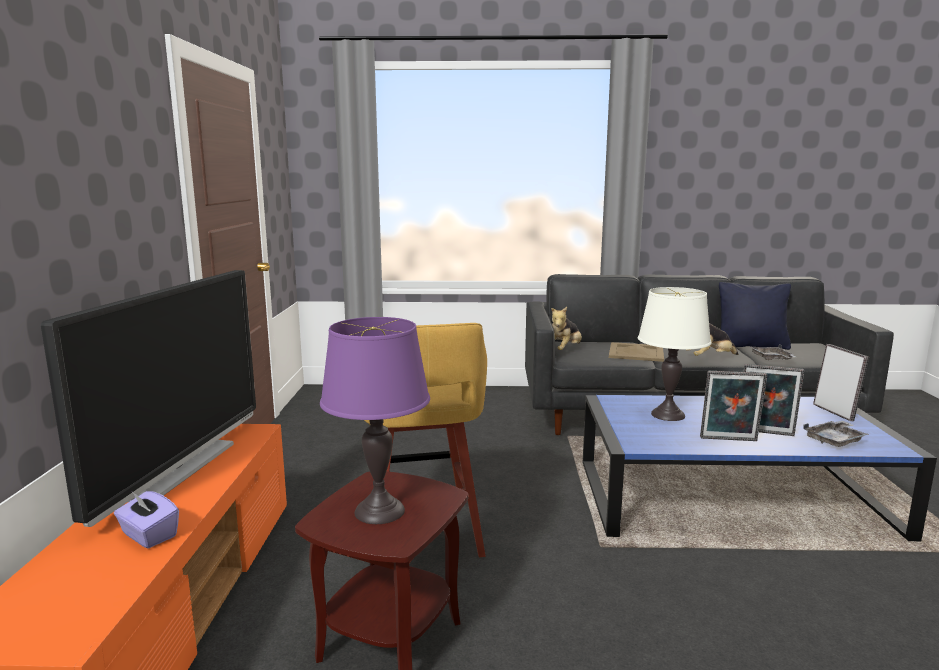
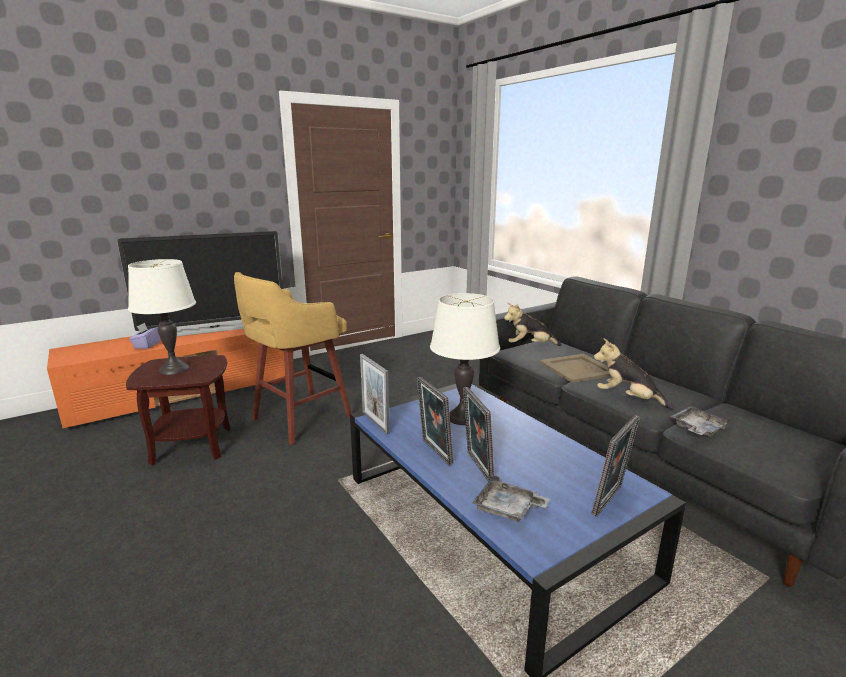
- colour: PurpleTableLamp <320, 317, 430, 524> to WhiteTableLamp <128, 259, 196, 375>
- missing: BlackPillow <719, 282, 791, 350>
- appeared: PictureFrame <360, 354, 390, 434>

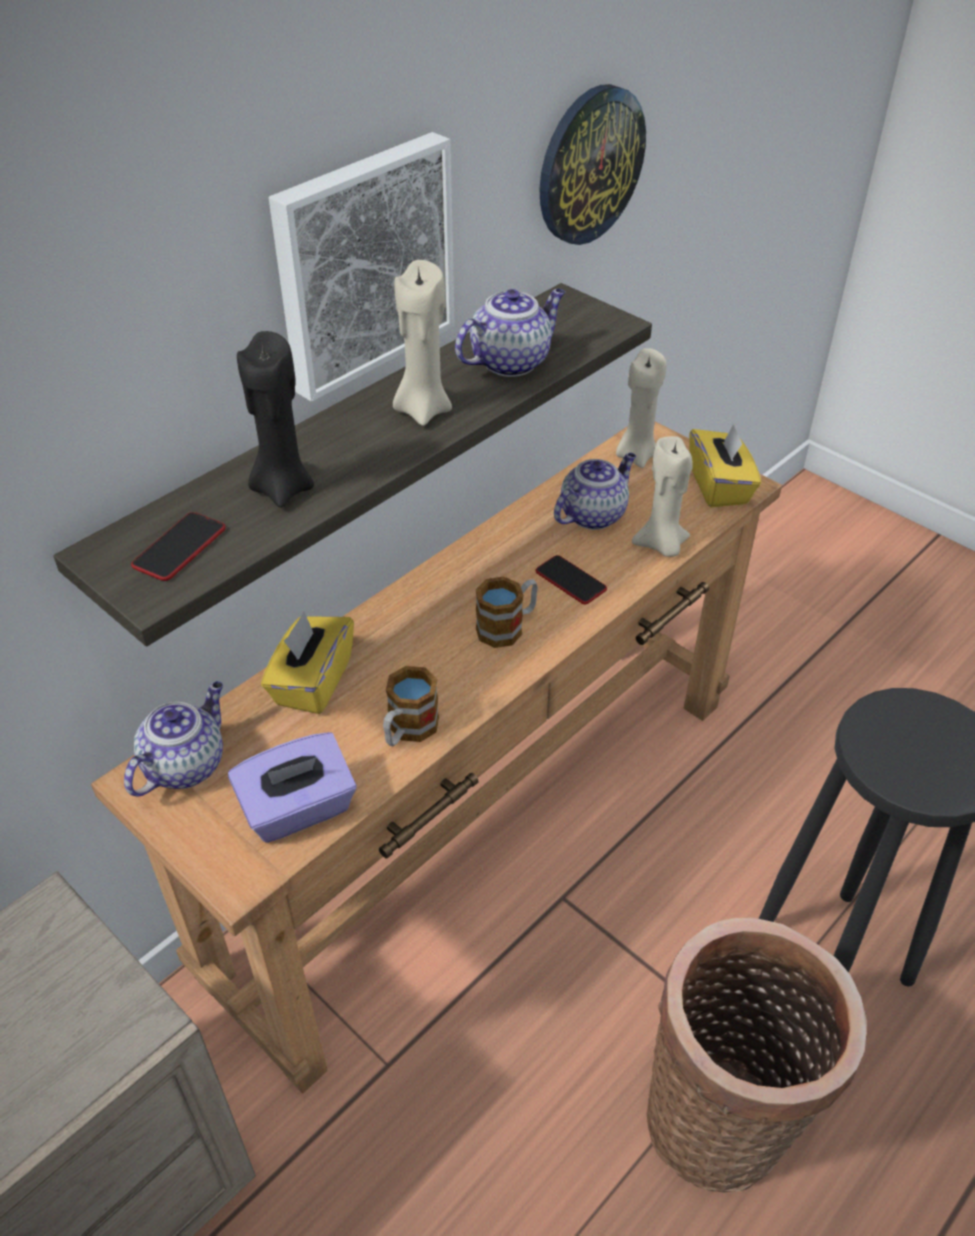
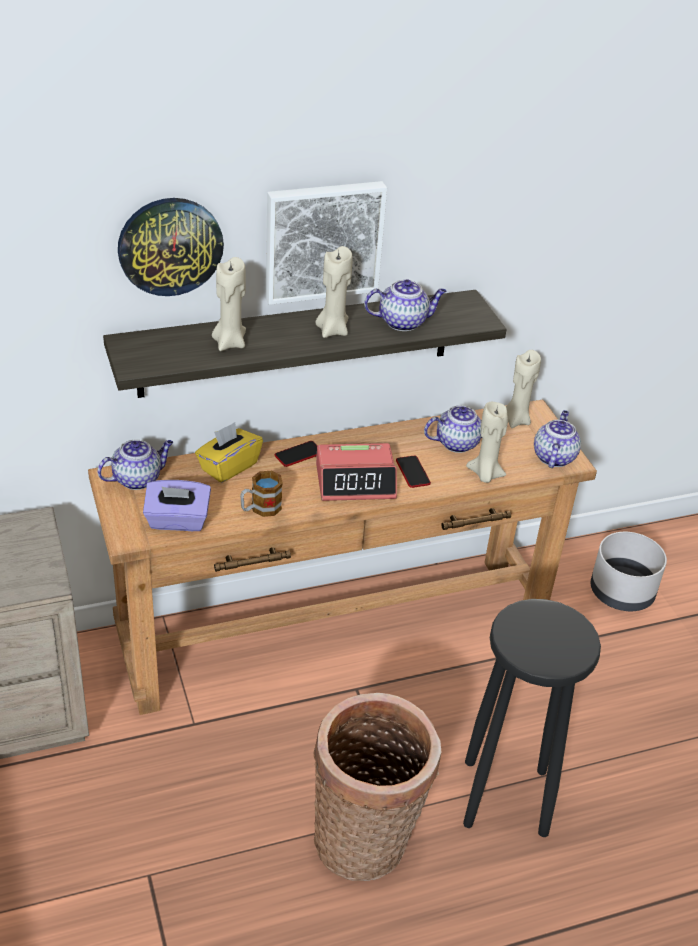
- relocated: Phone <131, 512, 226, 581> to <275, 441, 318, 467>
- colour: BlackCandle <237, 331, 314, 508> to BeigeCandle <212, 257, 246, 351>
- exchanged: Mug <476, 577, 538, 648> to AlarmClock <316, 443, 397, 501>
- relocated: WallClock <540, 84, 646, 245> to <118, 198, 224, 296>
- exchanged: YellowTissueBox <689, 424, 761, 507> to Teapot <534, 410, 581, 468>
- appeared: GreyPlanter <591, 532, 667, 611>

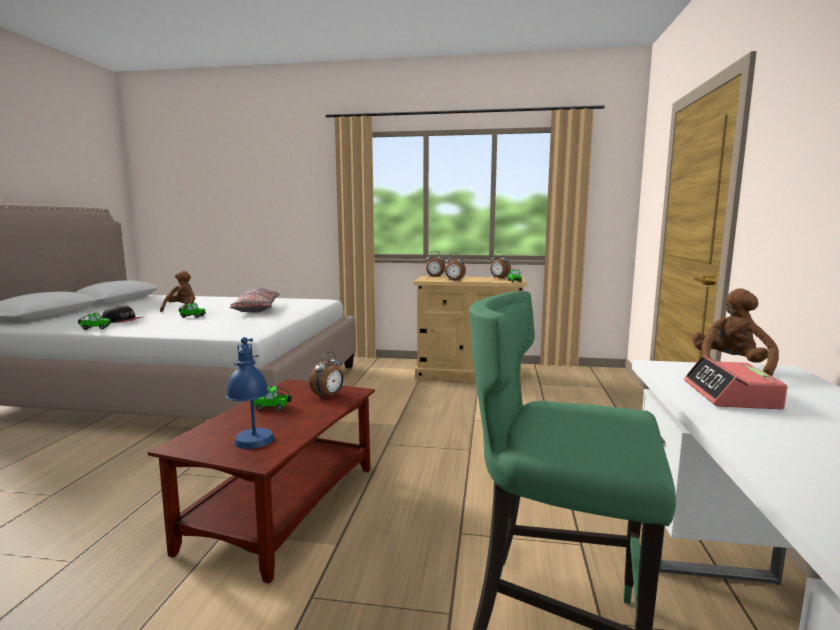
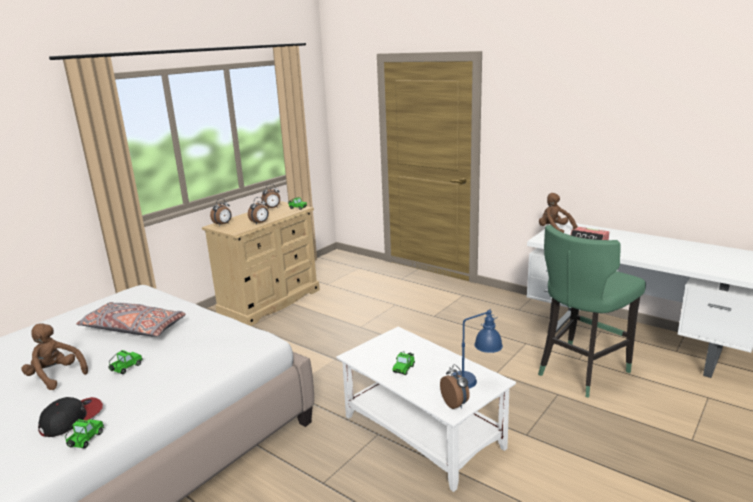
- colour: BrownCoffeeTable <148, 379, 375, 584> to WhiteCoffeeTable <336, 327, 516, 492>
- relocated: AlarmClock <309, 351, 344, 399> to <440, 364, 470, 409>

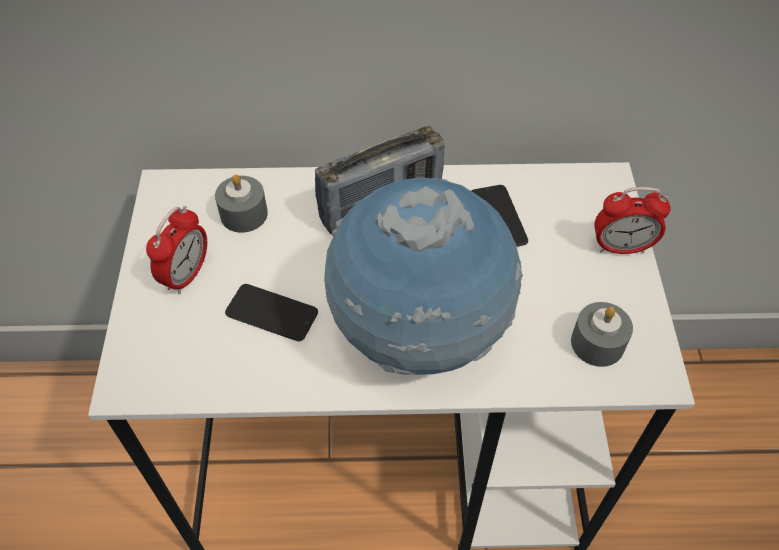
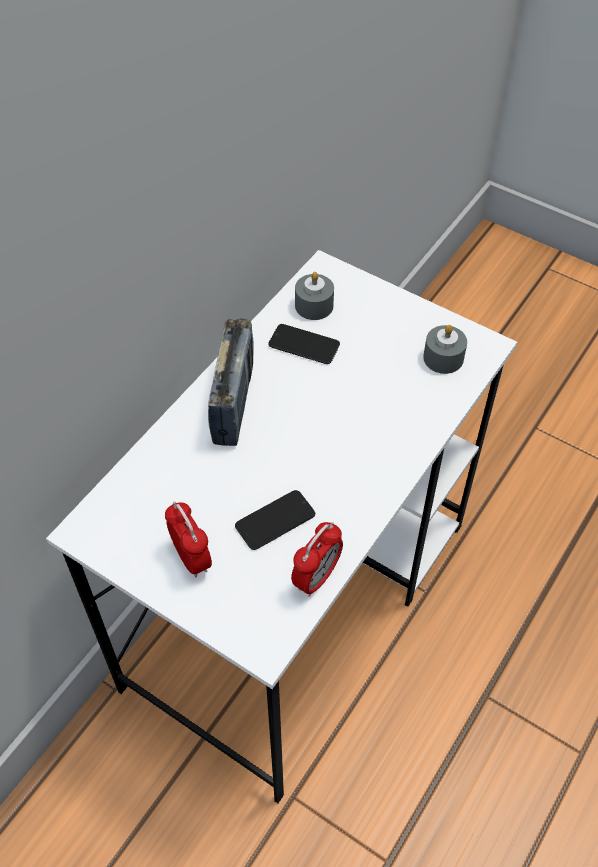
- relocated: GreyCandle <215, 174, 268, 233> to <295, 272, 334, 320>
- missing: Globe <324, 178, 523, 375>
- relocated: AlarmClock <594, 187, 671, 254> to <291, 522, 343, 597>

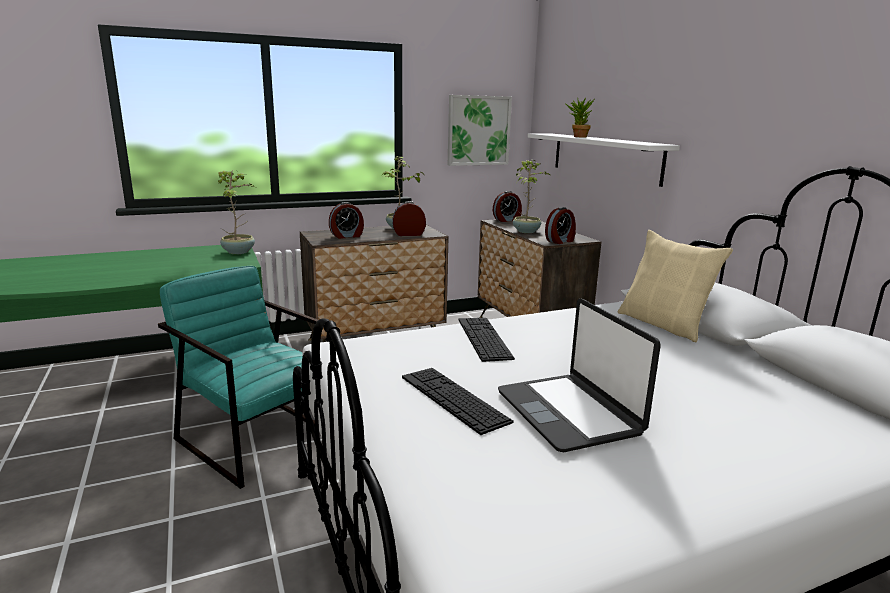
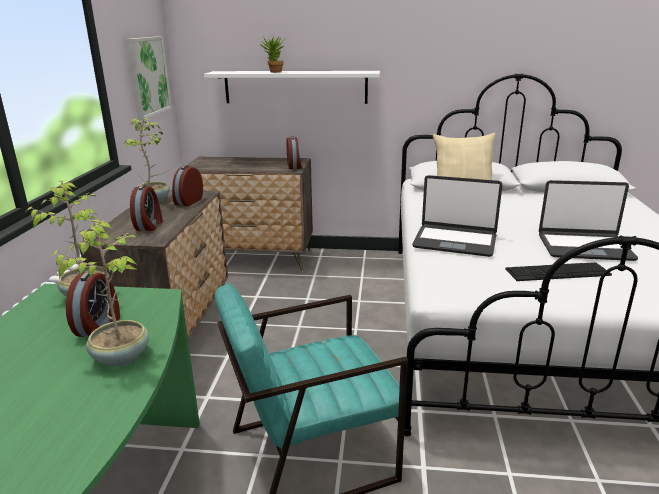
- exchanged: Keyboard <459, 318, 515, 362> to Laptop <412, 175, 502, 257>
- relocated: AlarmClock <493, 191, 522, 222> to <66, 271, 120, 337>
- relocated: PottedPlant <513, 160, 550, 233> to <51, 220, 149, 366>

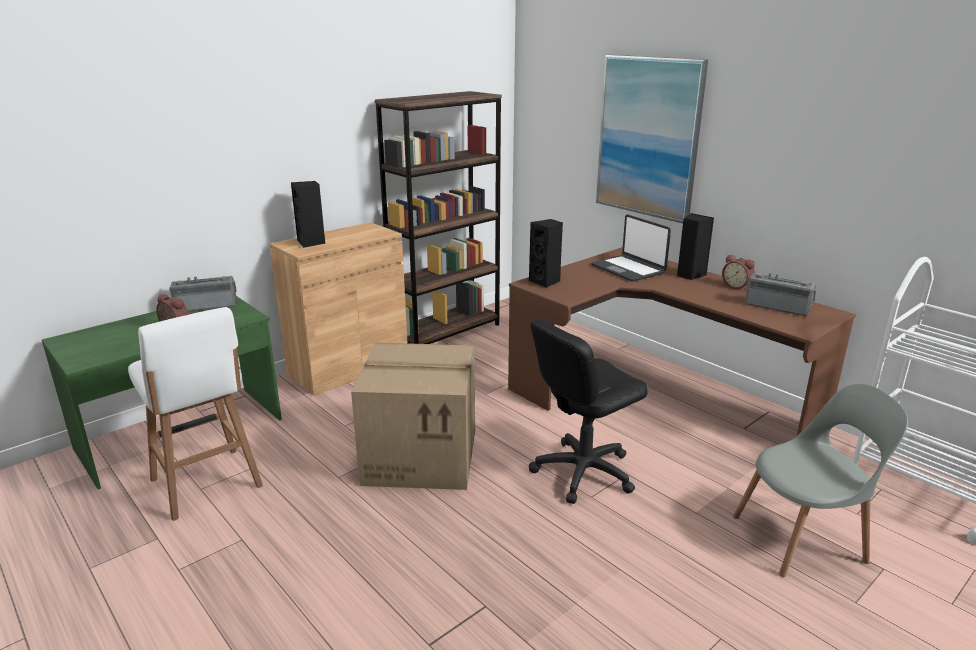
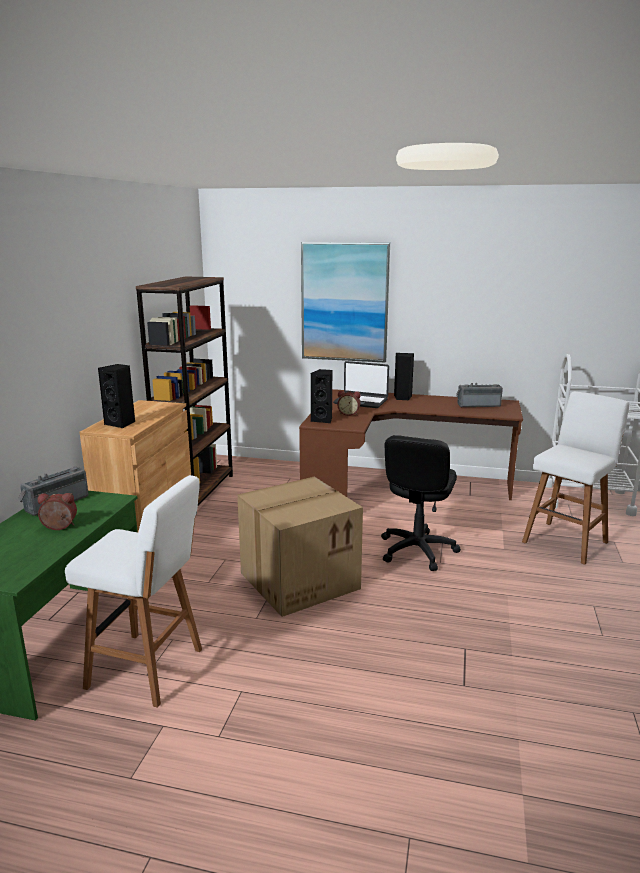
- relocated: AlarmClock <722, 254, 755, 290> to <337, 391, 361, 416>
- exchanged: GreyChair <733, 384, 908, 577> to WhiteStool <522, 392, 629, 565>

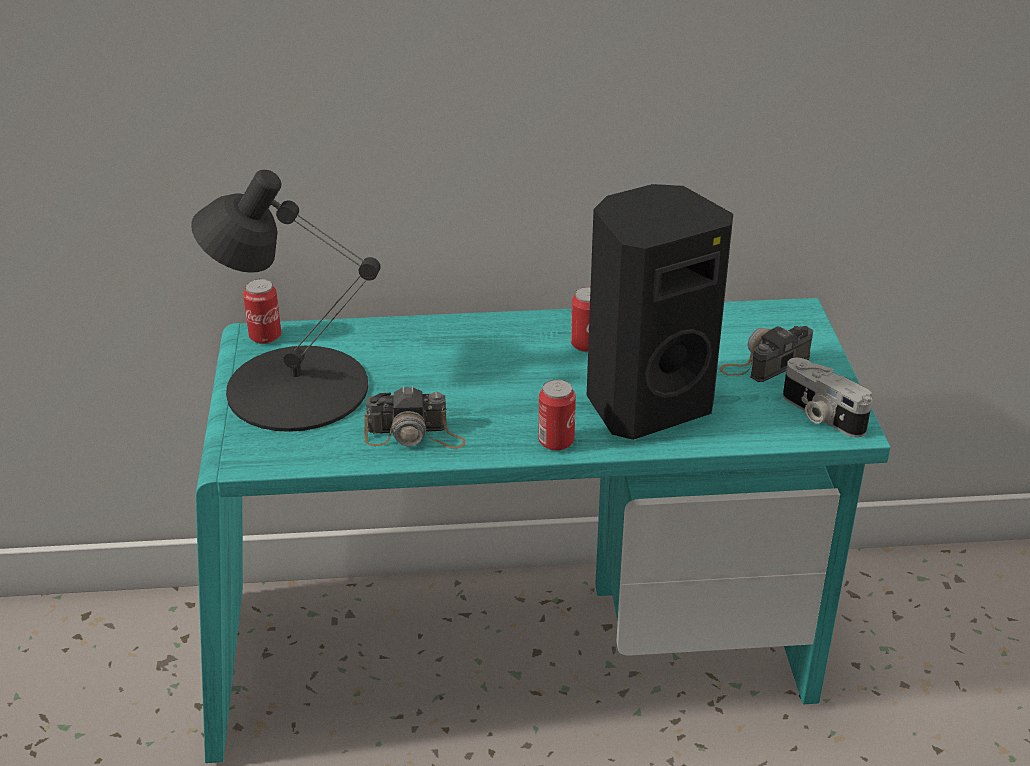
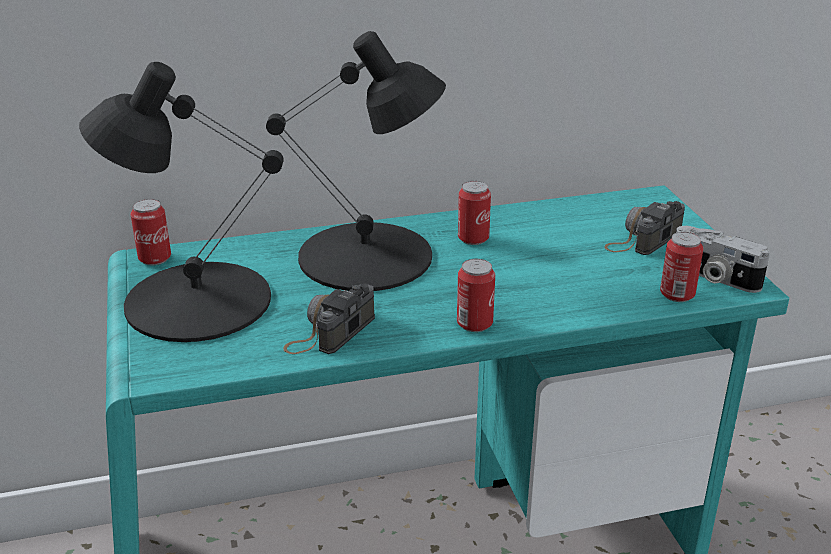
- spun: PhotoCamera <364, 386, 466, 449> = <283, 283, 375, 354> 135 degrees clockwise
- missing: BlackSpeaker <587, 184, 733, 440>
- appeared: BlackTableLamp <266, 31, 446, 291>
- appeared: Can <660, 232, 704, 302>

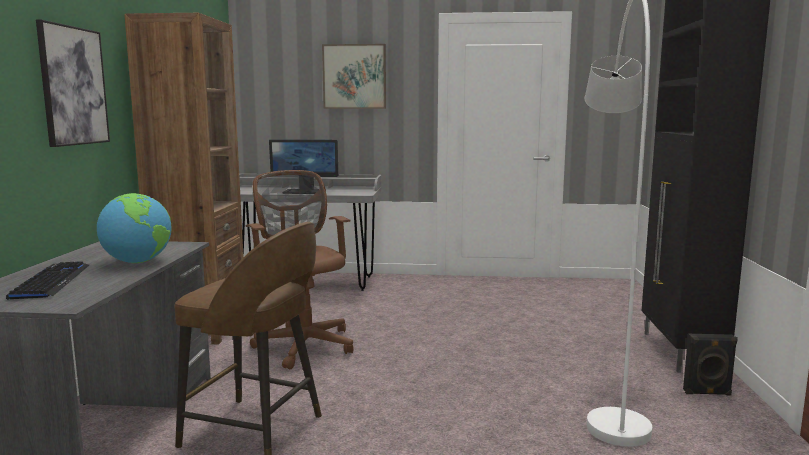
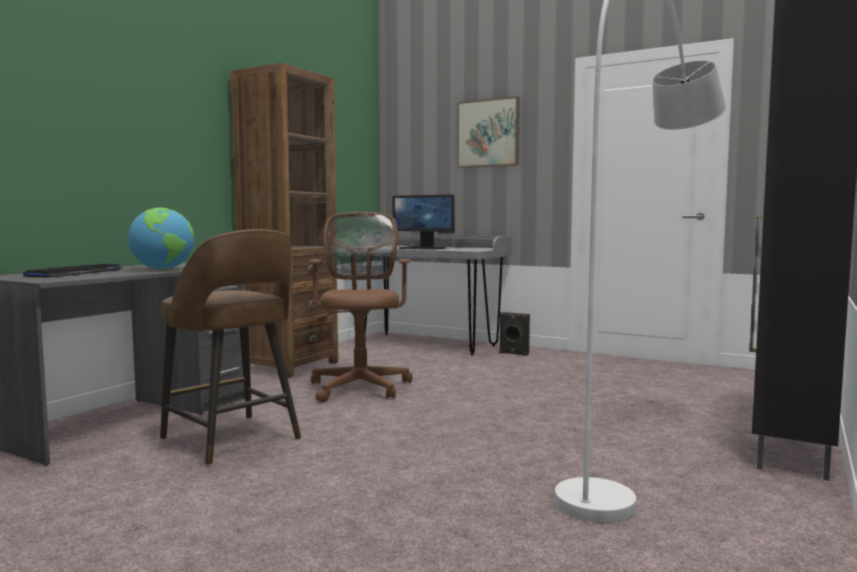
- missing: Picture <36, 19, 110, 147>
- relocated: BlackSpeaker <683, 334, 738, 395> to <499, 312, 530, 356>

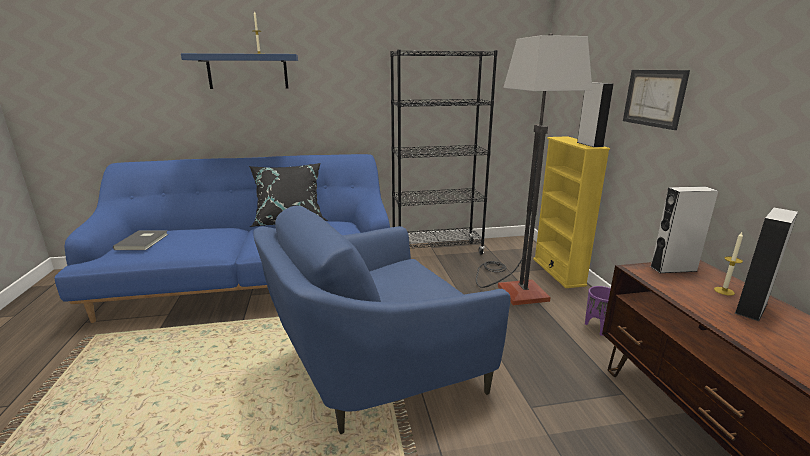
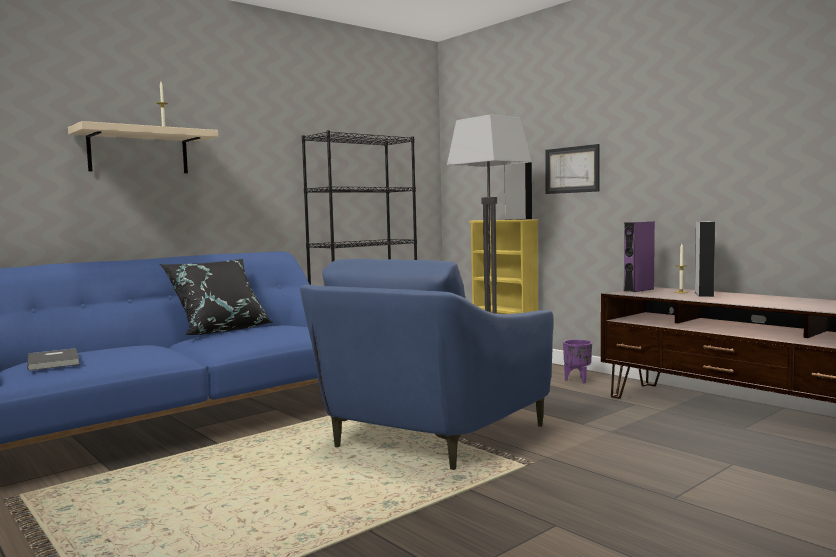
- colour: BlueShelf <181, 53, 298, 89> to BeigeShelf <68, 121, 218, 173>
- colour: GreySpeaker <650, 186, 718, 273> to PurpleSpeaker <624, 222, 655, 292>

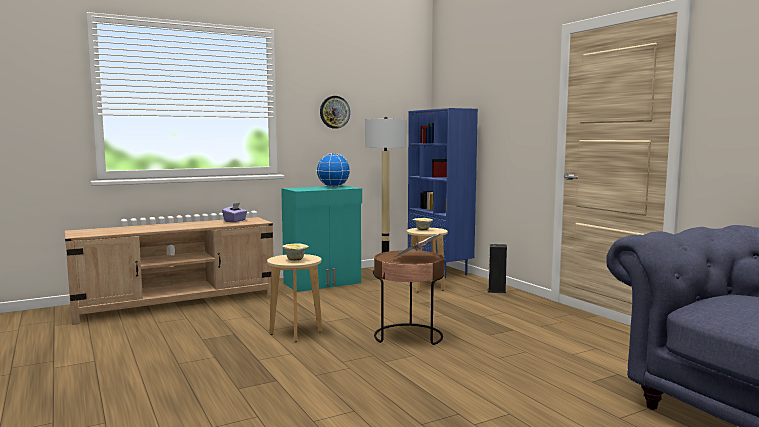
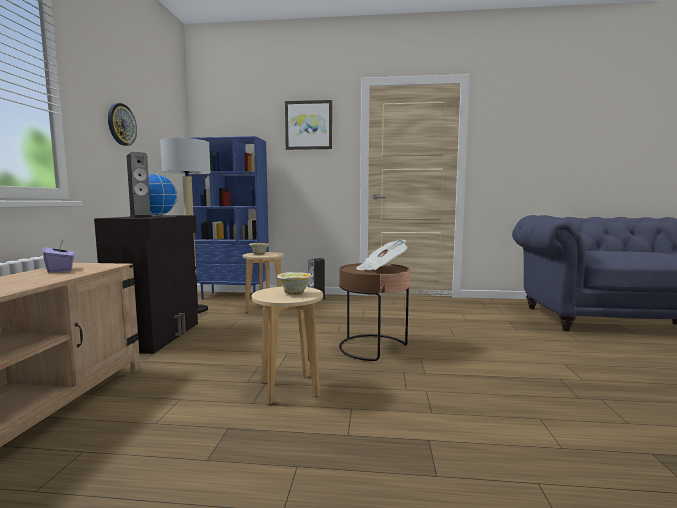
- colour: TurquoiseCabinet <281, 185, 362, 292> to BlackCabinet <94, 215, 198, 354>
- appeared: Speaker <126, 152, 152, 218>
- appeared: Picture <285, 100, 332, 150>

